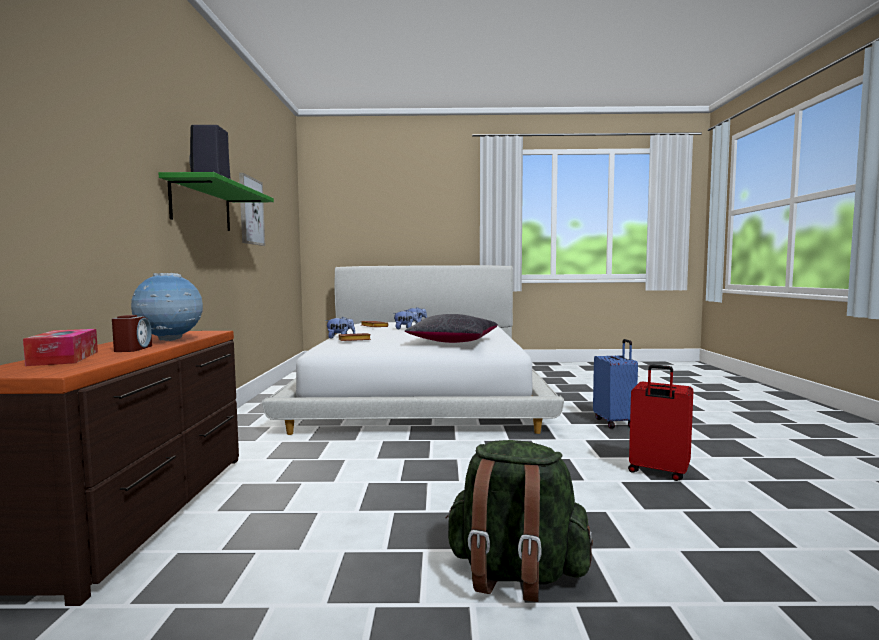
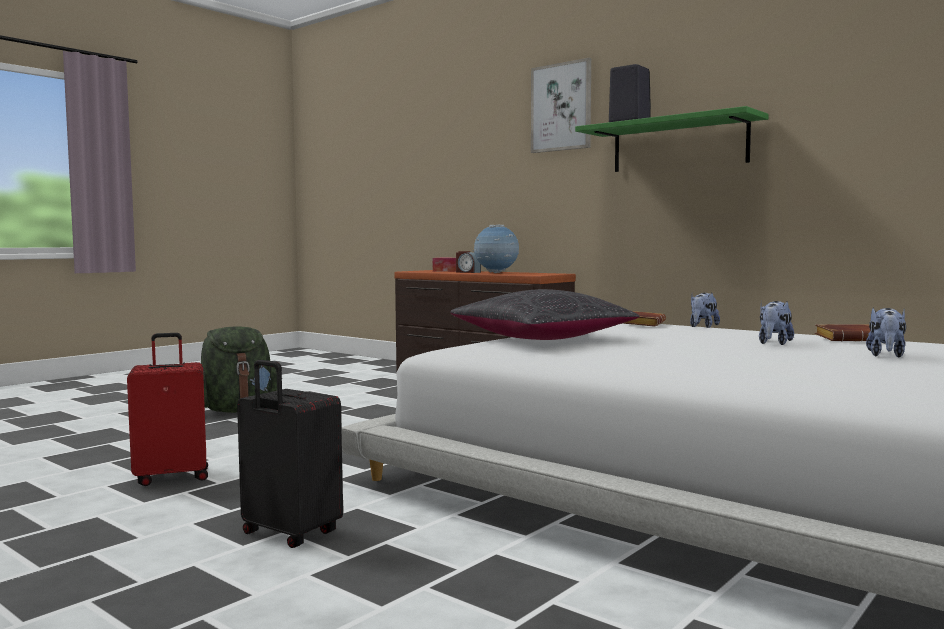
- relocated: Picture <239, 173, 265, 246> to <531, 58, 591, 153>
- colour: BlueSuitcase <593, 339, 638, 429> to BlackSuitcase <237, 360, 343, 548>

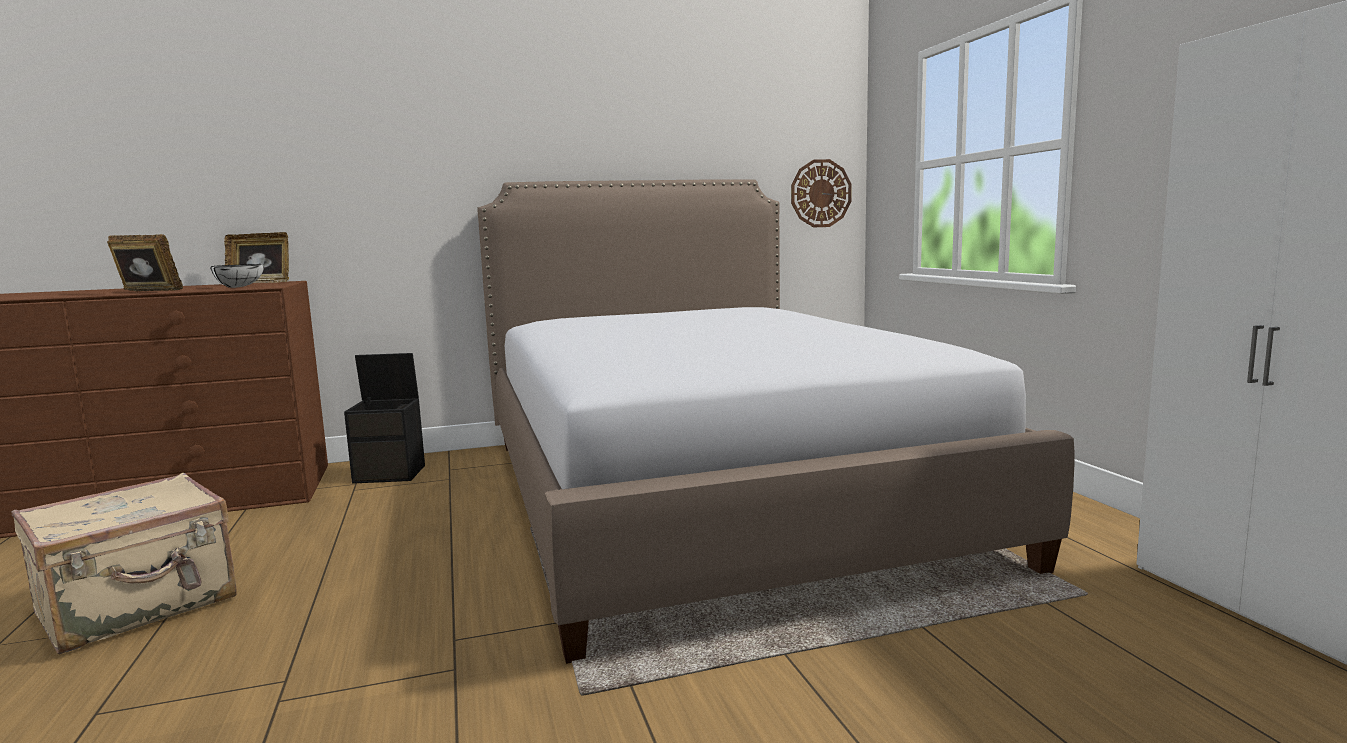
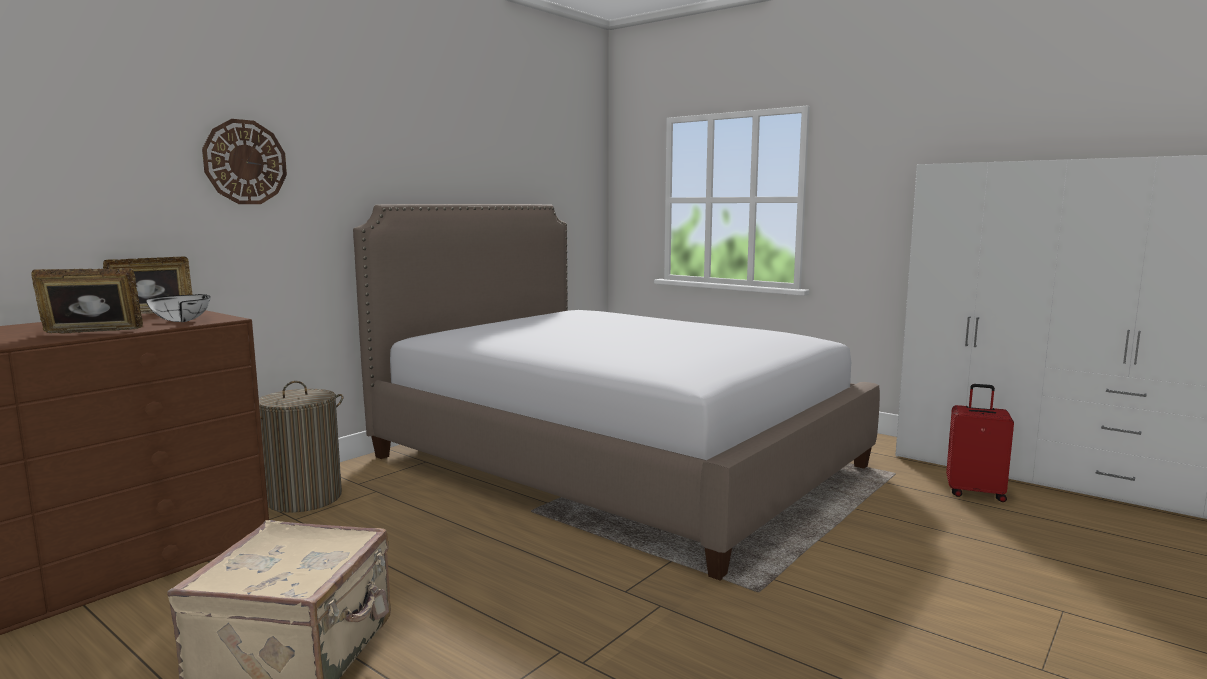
- exchanged: BlackStorageBox <344, 353, 425, 484> to LaundryBasket <259, 381, 344, 512>
- relocated: WallClock <791, 159, 852, 228> to <202, 119, 287, 204>
- appeared: RedSuitcase <946, 384, 1014, 502>

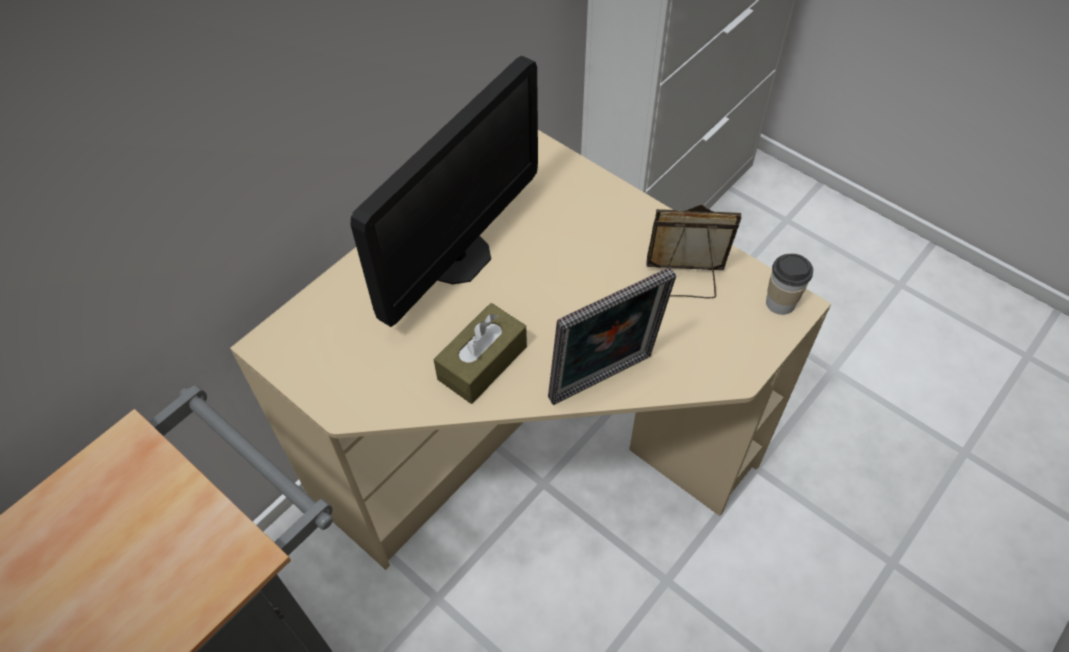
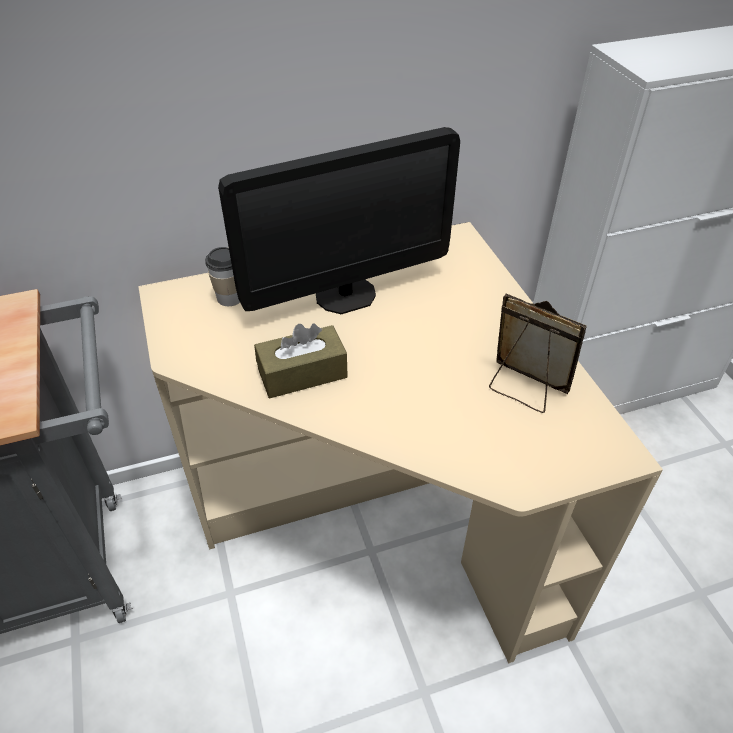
- missing: PictureFrame <548, 267, 676, 405>
- relocated: Cup <766, 254, 813, 315> to <205, 247, 240, 306>

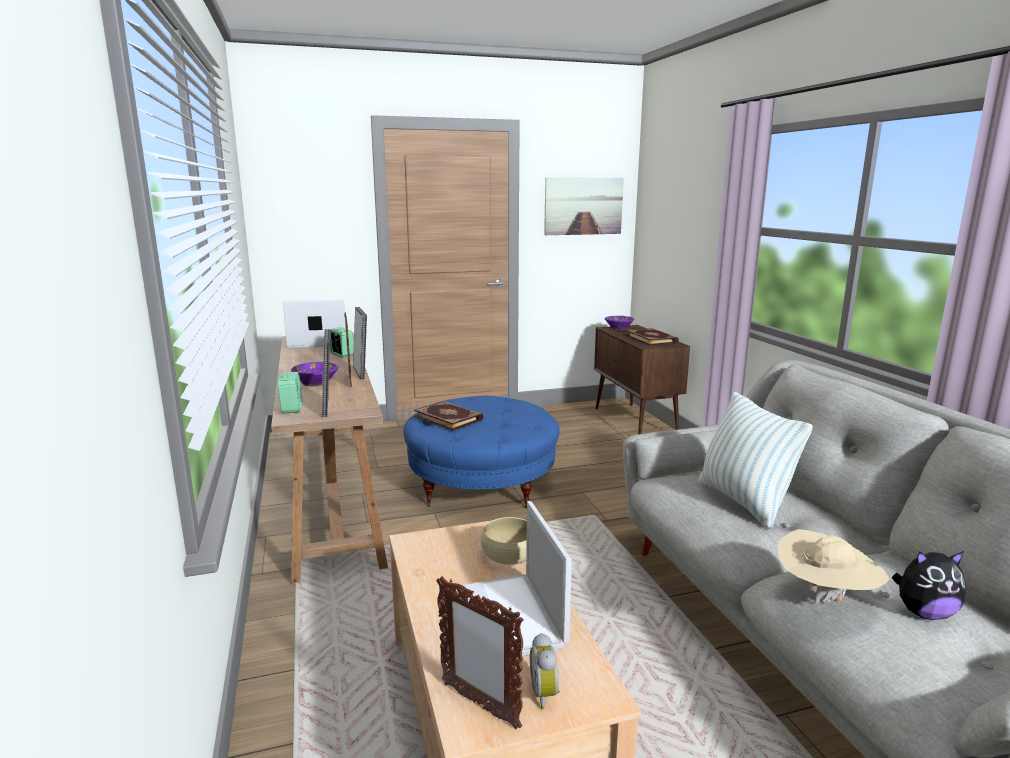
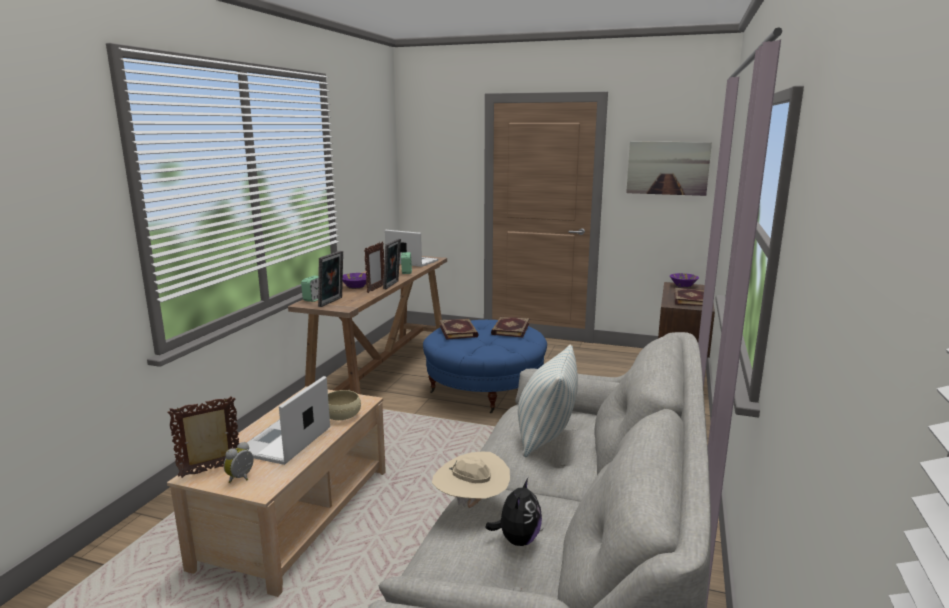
- spun: PictureFrame <436, 576, 524, 729> = <167, 396, 239, 478> 75 degrees clockwise
- spun: PlushToy <892, 551, 966, 620> = <485, 478, 542, 546> 105 degrees counterclockwise
- appeared: Book <491, 317, 530, 338>

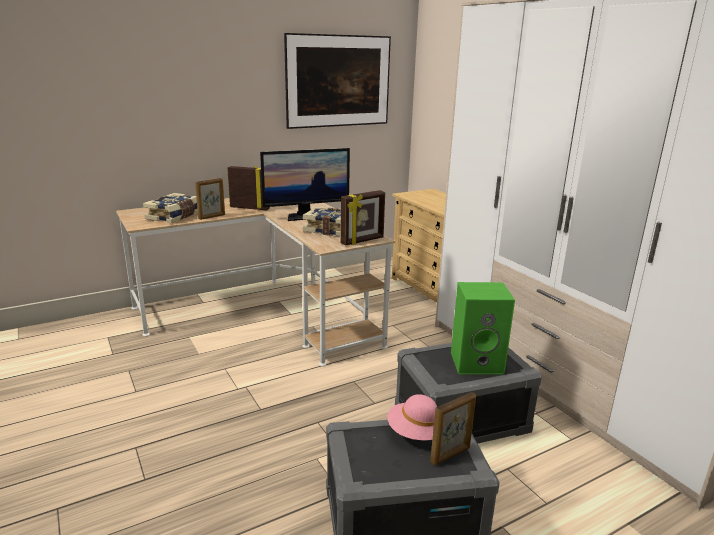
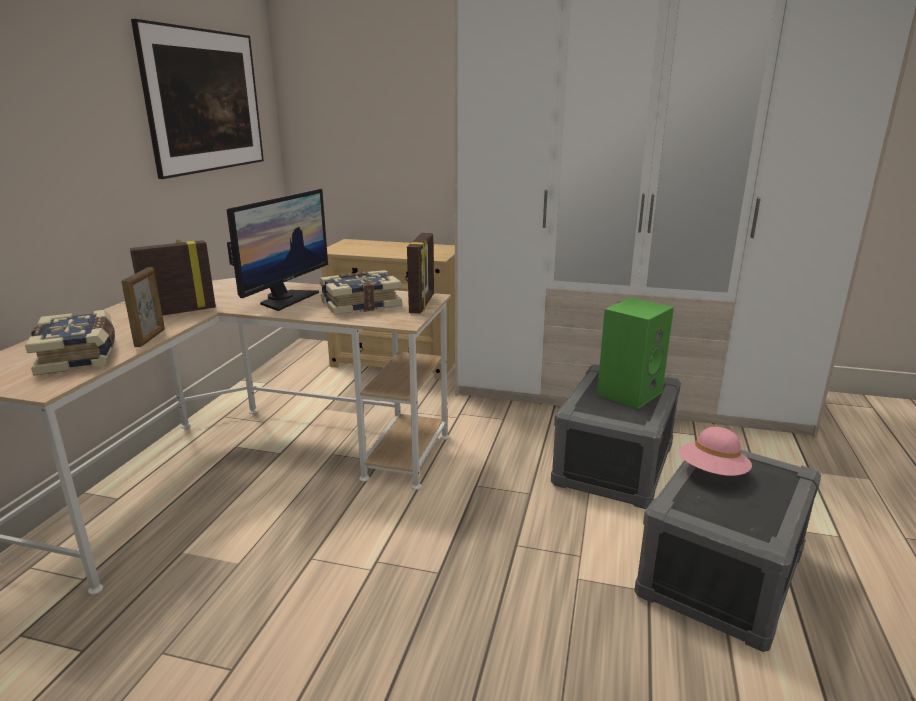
- missing: PictureFrame <430, 392, 476, 465>

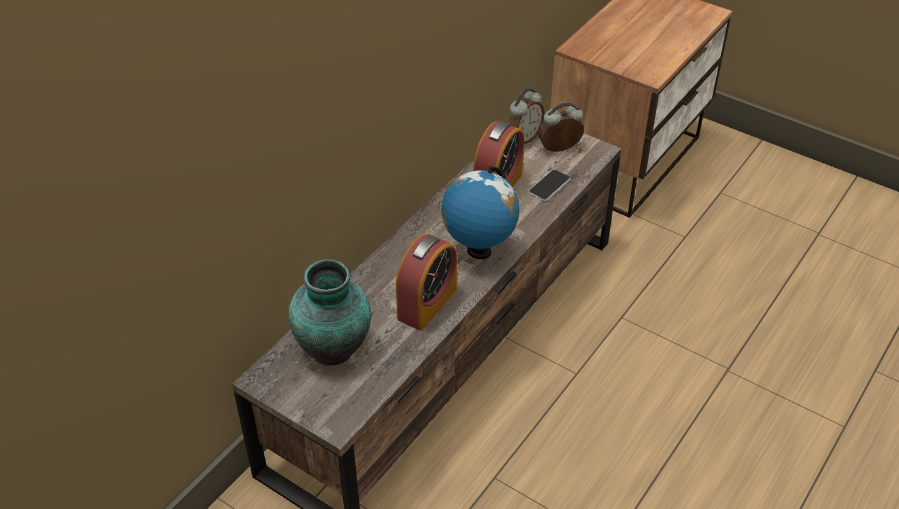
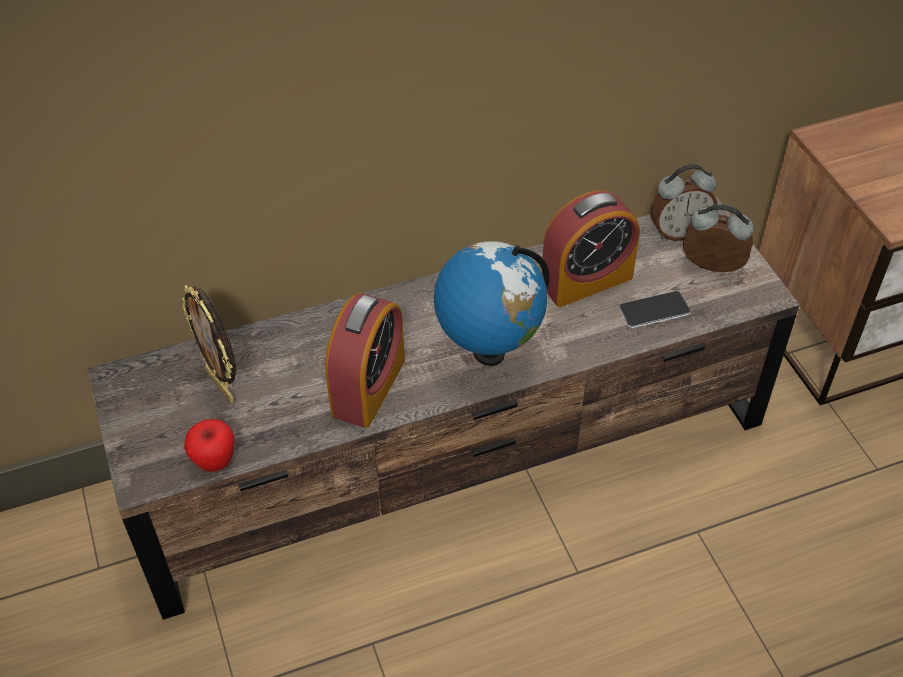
- exchanged: Vase <289, 259, 372, 365> to PictureFrame <182, 285, 236, 403>
- spun: AlarmClock <396, 234, 457, 331> = <325, 293, 405, 428> 45 degrees counterclockwise
- appeared: Apple <184, 419, 235, 472>

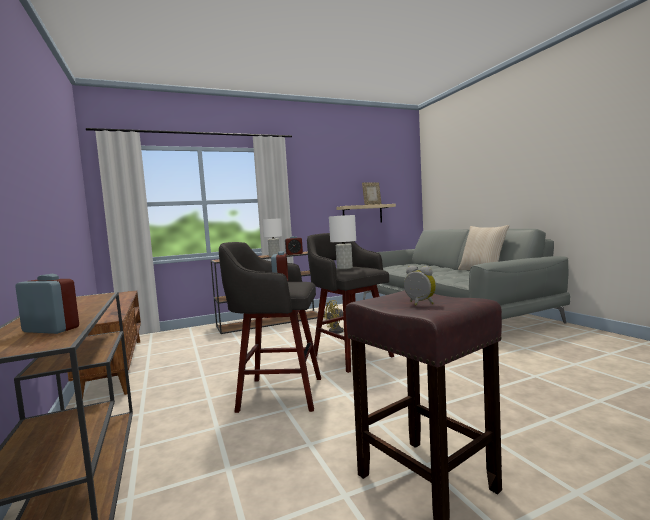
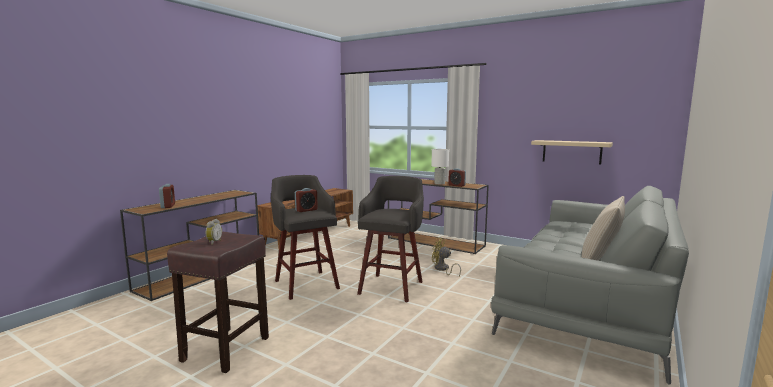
- missing: WhiteTableLamp <329, 215, 356, 269>
- missing: PictureFrame <362, 182, 381, 205>

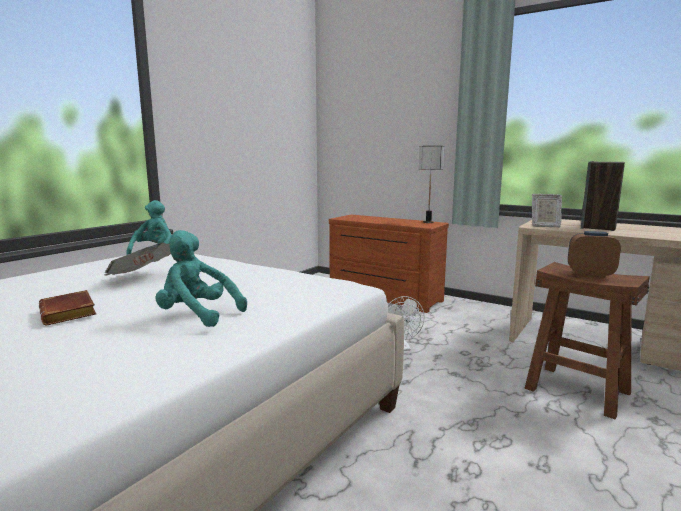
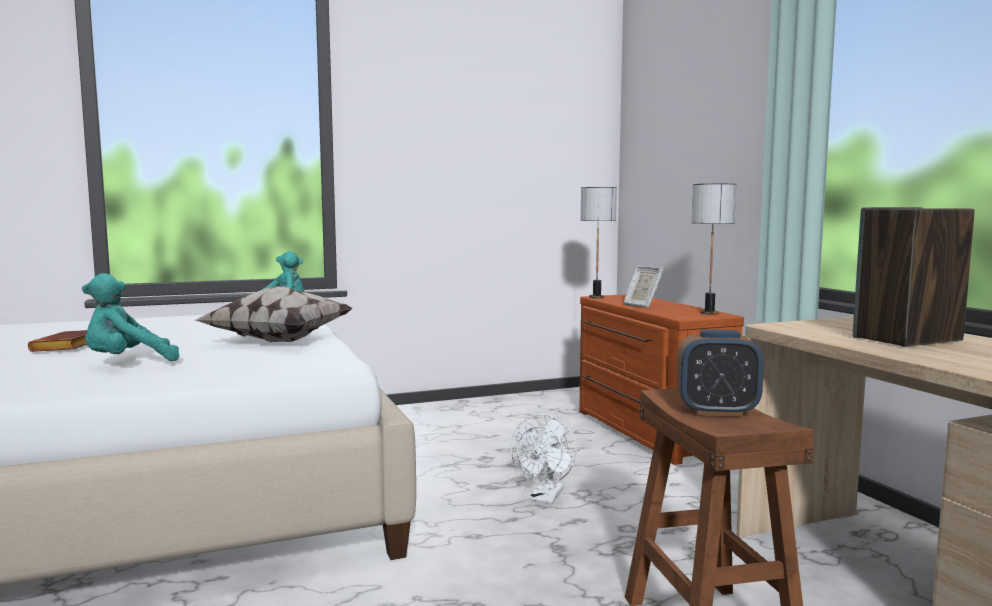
- missing: Newspaper <105, 243, 171, 276>
- spun: TurquoisePlushToy <155, 230, 247, 327> = <82, 273, 179, 361> 90 degrees counterclockwise
- relocated: PictureFrame <532, 194, 562, 228> to <623, 265, 663, 308>
- spun: AlarmClock <568, 231, 621, 278> = <677, 329, 764, 416> 135 degrees clockwise
- appeared: Pillow <196, 286, 353, 342>
- appeared: TableLamp <581, 187, 617, 298>

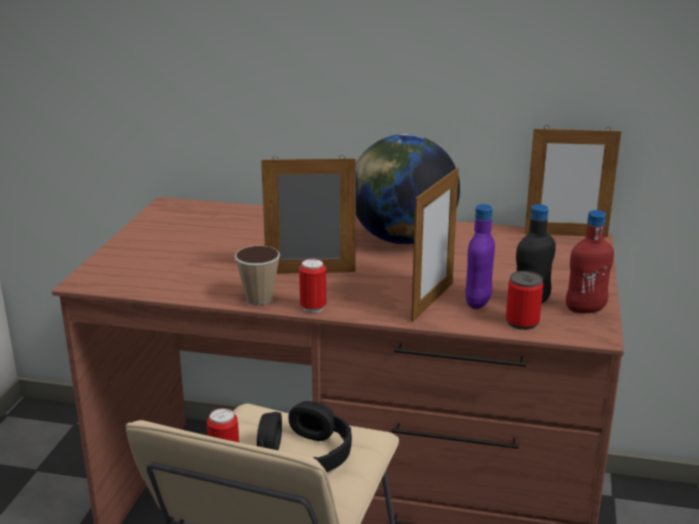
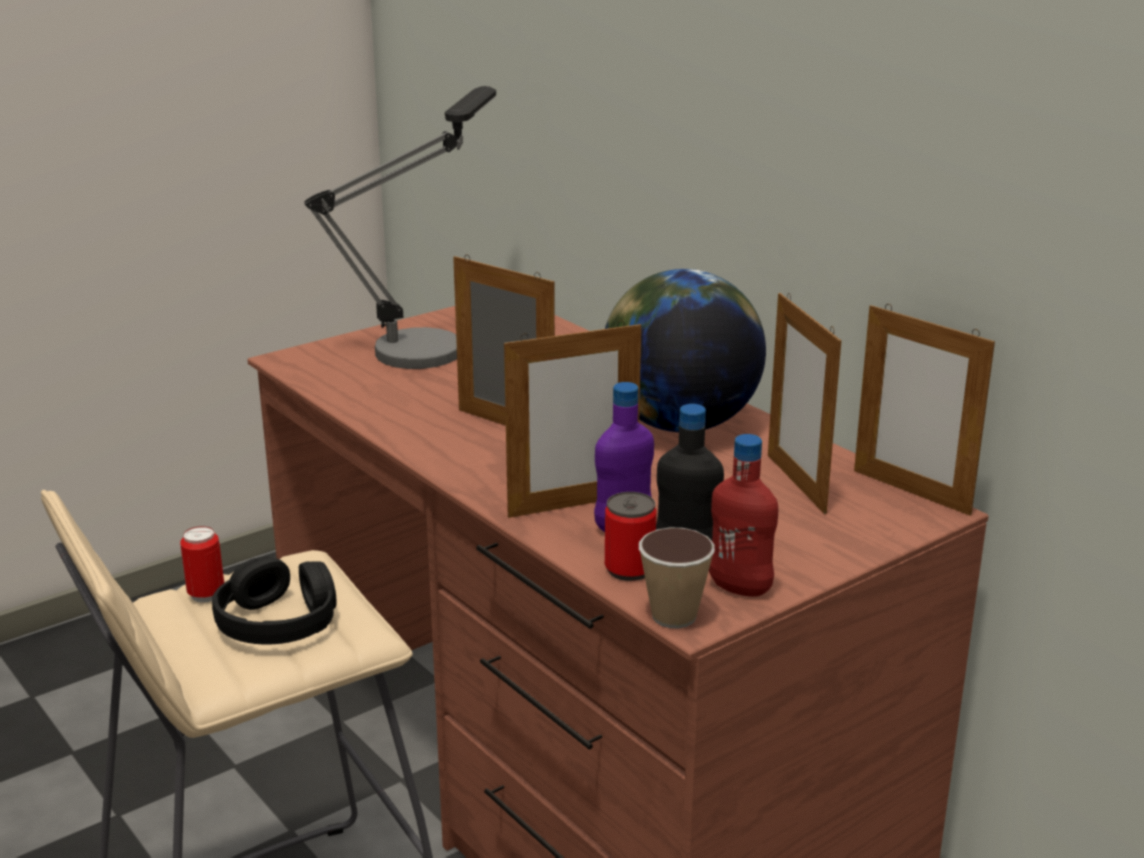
- relocated: Cup <234, 246, 280, 305> to <639, 527, 715, 629>
- missing: Can <299, 258, 326, 313>
- appeared: TableLamp <304, 86, 496, 369>
- appeared: PictureFrame <768, 293, 841, 514>

